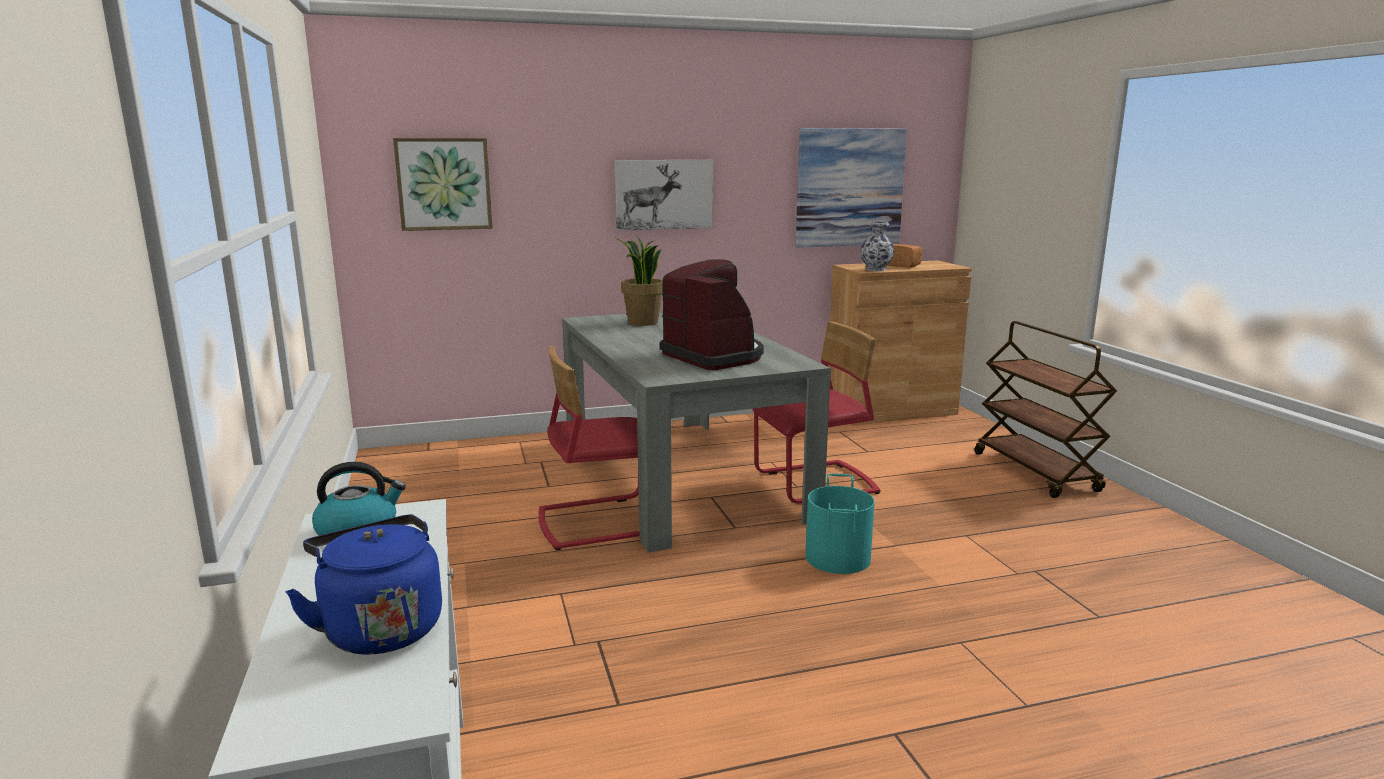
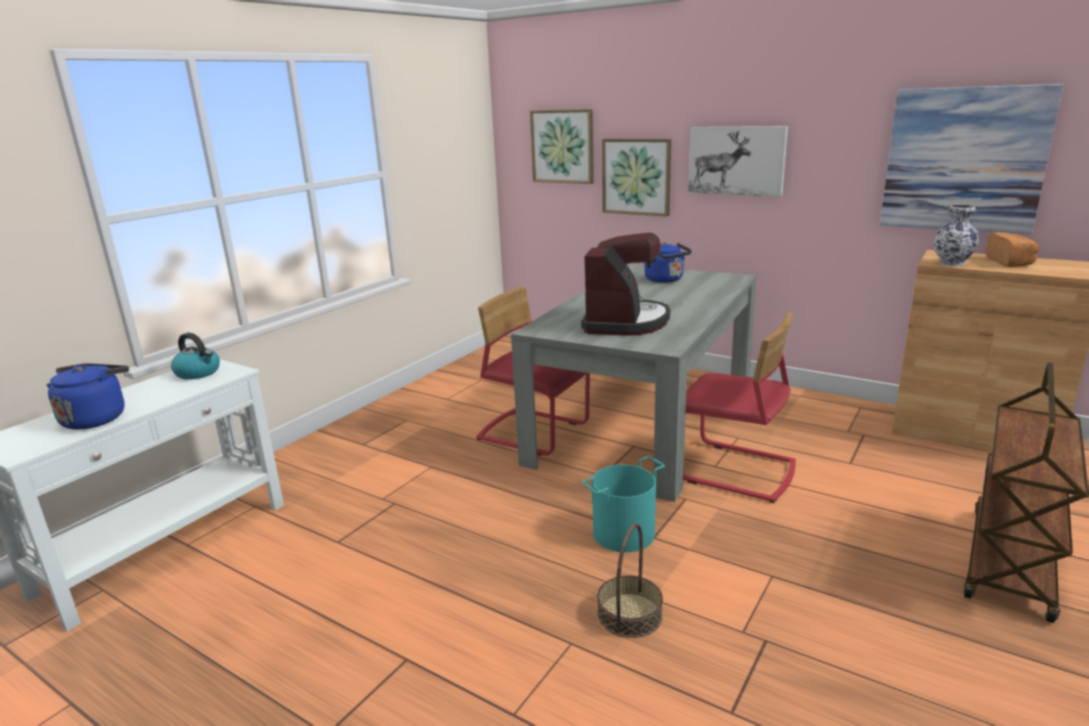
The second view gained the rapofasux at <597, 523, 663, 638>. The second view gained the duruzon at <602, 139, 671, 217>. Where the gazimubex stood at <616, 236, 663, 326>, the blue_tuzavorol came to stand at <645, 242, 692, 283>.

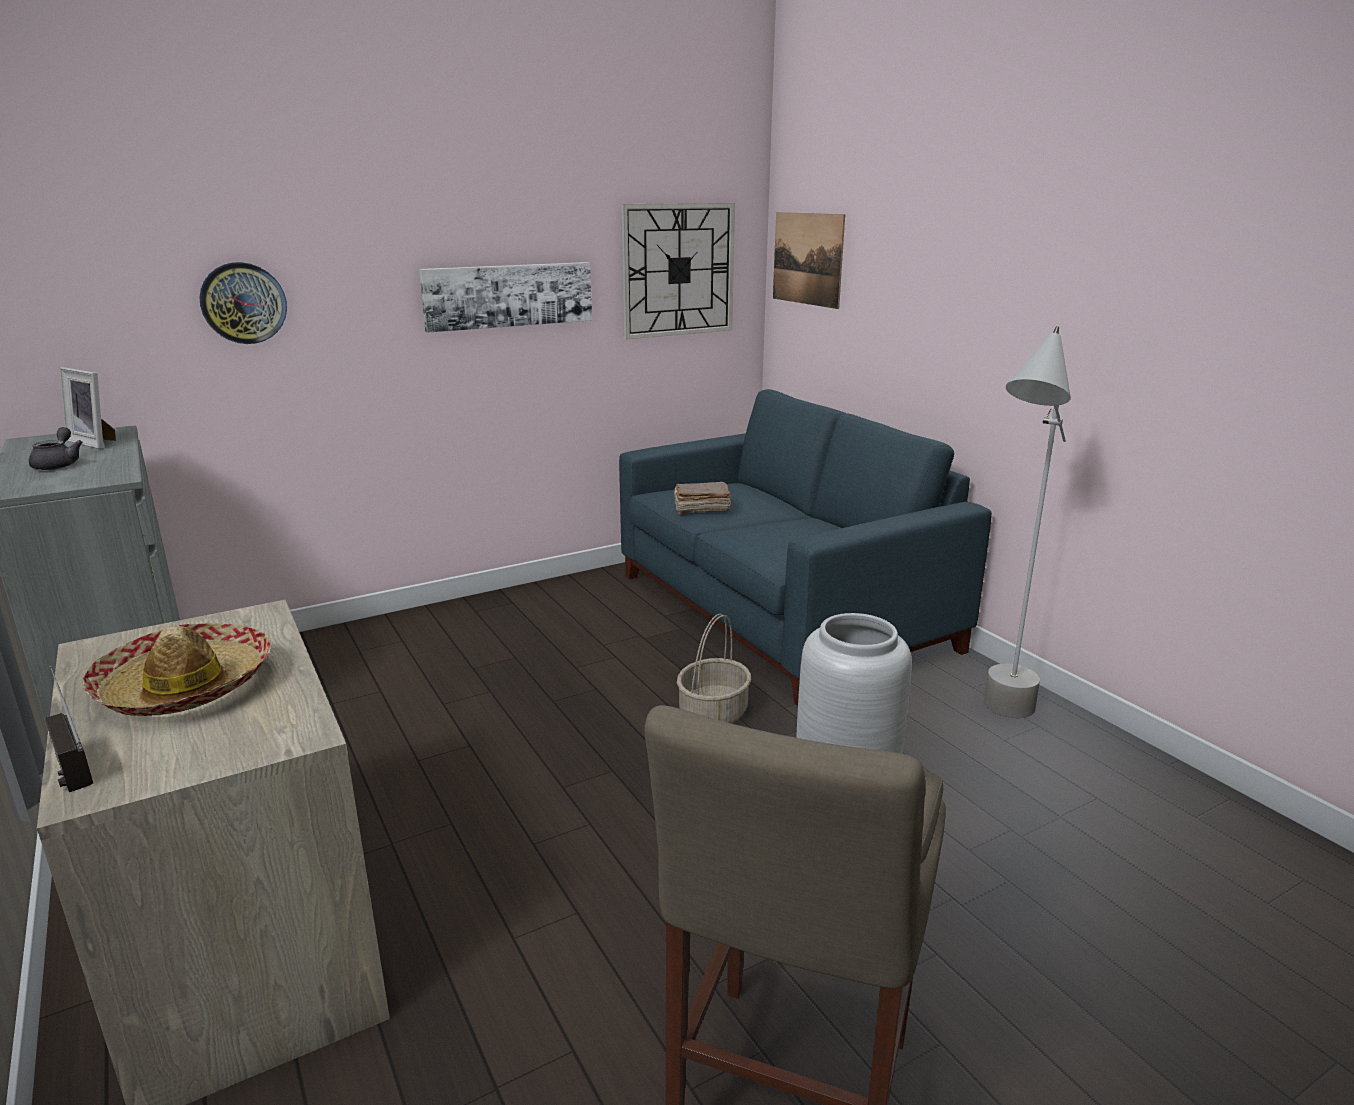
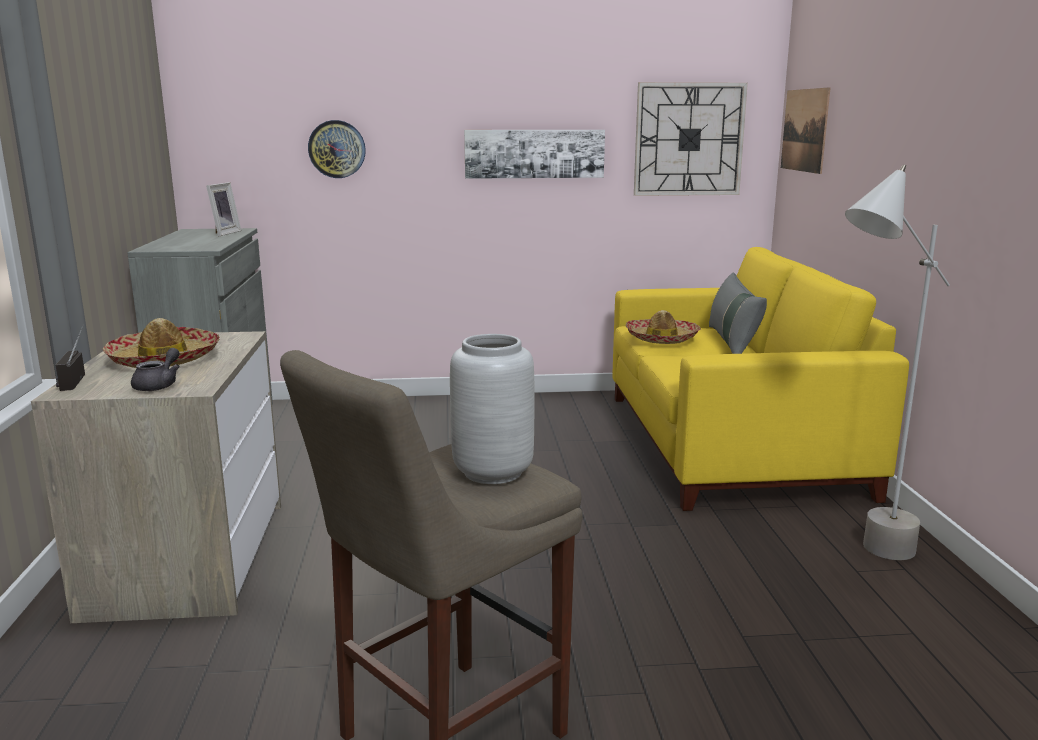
The second view lost the rapofasux at <677, 614, 751, 723>. The second view gained the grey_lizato at <709, 273, 767, 354>. The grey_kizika ended up elsewhere, having gone from <29, 427, 83, 470> to <131, 348, 180, 391>. Where the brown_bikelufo stood at <674, 482, 731, 514>, the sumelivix came to stand at <626, 310, 701, 344>. What was the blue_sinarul at <619, 389, 992, 706> turned into the yellow_sinarul at <612, 247, 909, 511>. The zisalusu at <59, 367, 116, 449> ended up facing another way, 135 degrees counterclockwise from before.

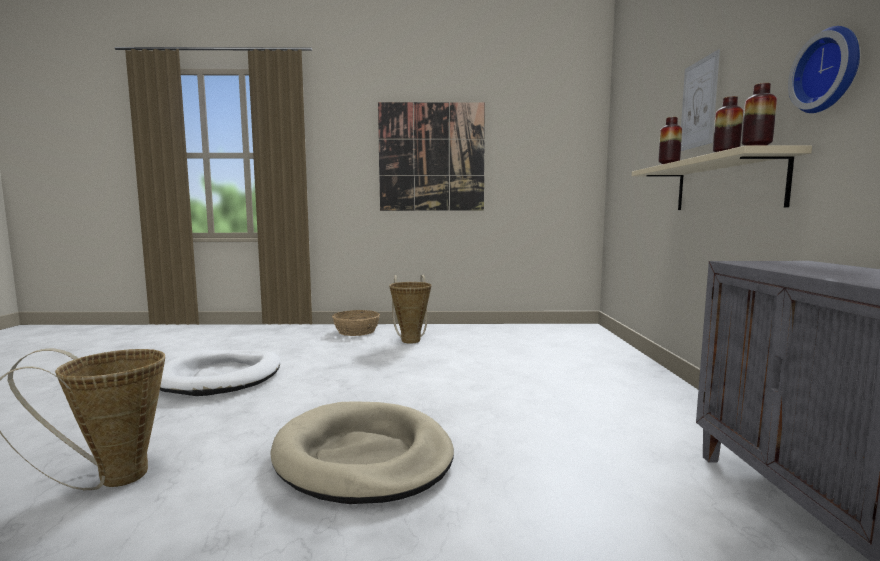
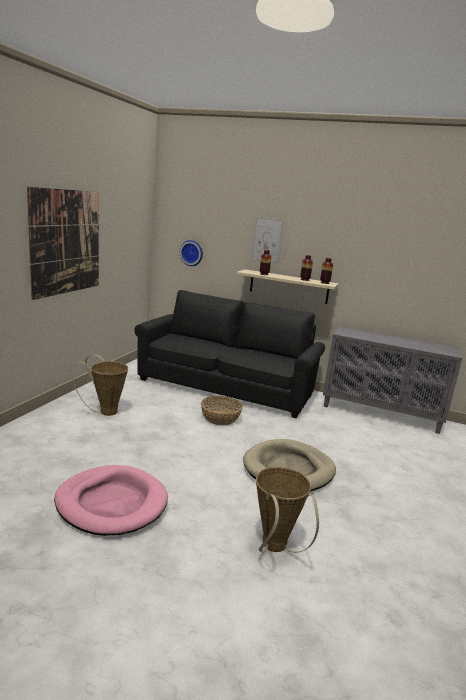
The second view gained the black_sinarul at <134, 290, 325, 418>. The rapofasux ended up elsewhere, having gone from <332, 310, 380, 336> to <201, 396, 243, 425>. The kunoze ended up elsewhere, having gone from <788, 26, 860, 113> to <180, 240, 203, 266>. What was the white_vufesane at <160, 350, 280, 396> turned into the pink_vufesane at <54, 465, 168, 536>.

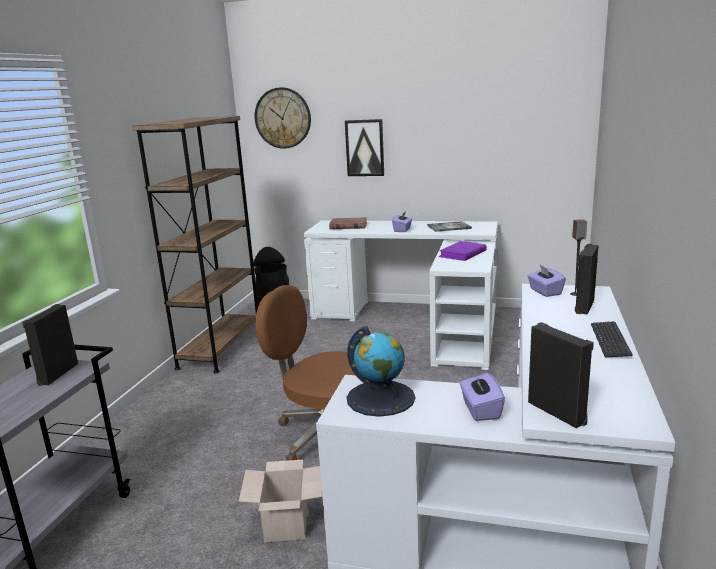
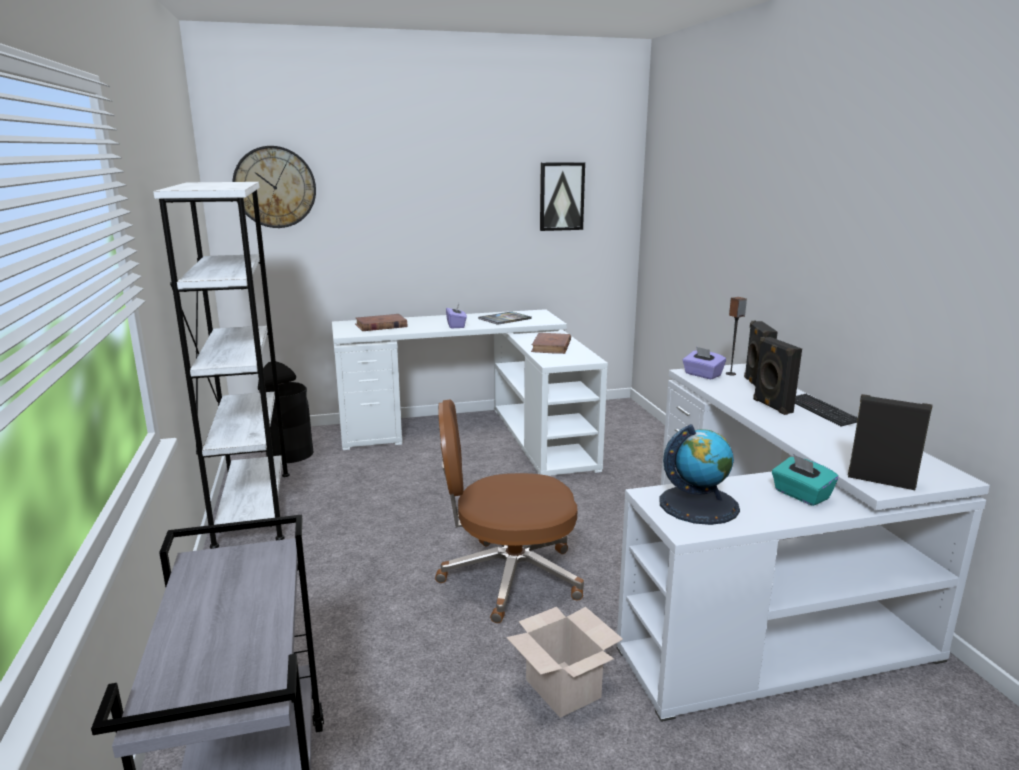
The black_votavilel ended up elsewhere, having gone from <22, 304, 78, 386> to <753, 337, 802, 415>. The duruzon ended up elsewhere, having gone from <345, 119, 384, 176> to <540, 162, 585, 231>. What was the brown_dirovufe at <132, 116, 258, 373> turned into the white_dirovufe at <153, 182, 290, 549>. What was the purple_bikelufo at <439, 241, 487, 261> turned into the brown_bikelufo at <531, 333, 571, 354>. What was the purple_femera at <460, 371, 505, 421> turned into the turquoise_femera at <772, 454, 839, 506>.

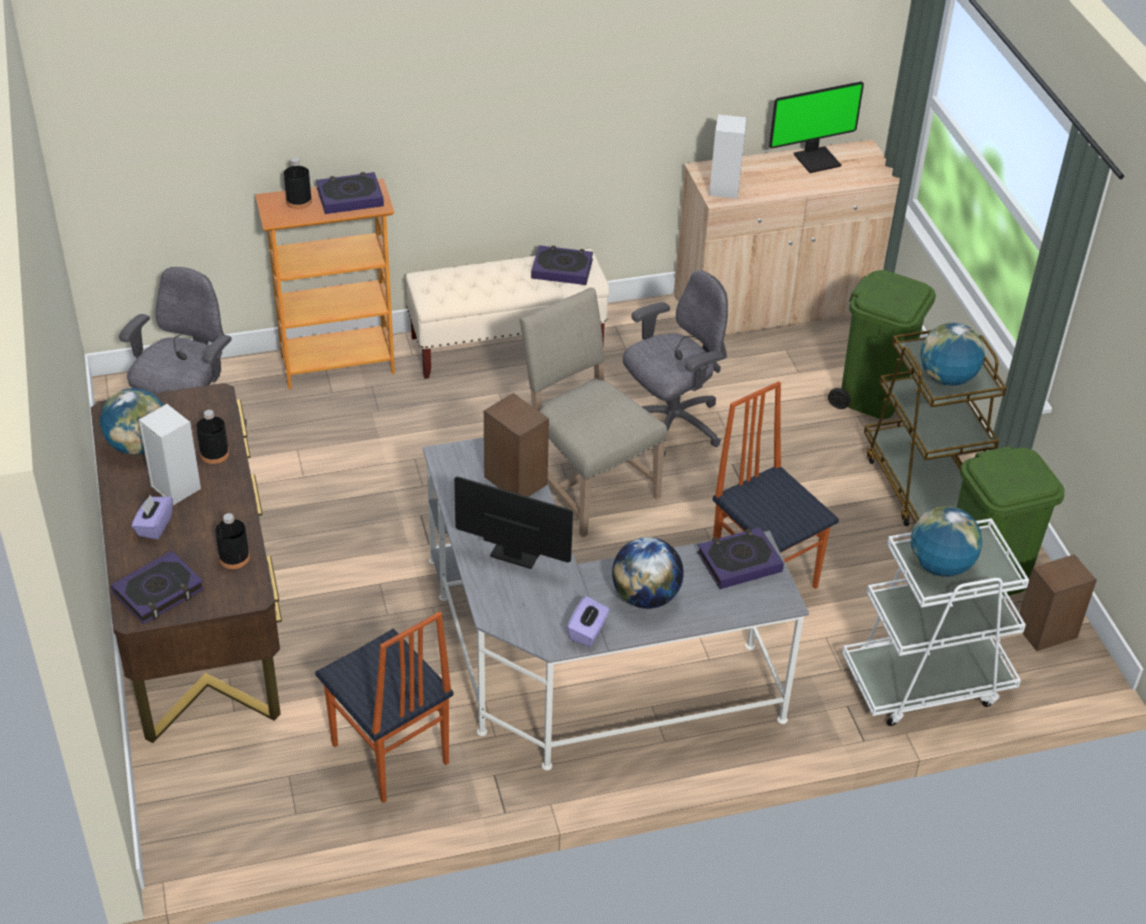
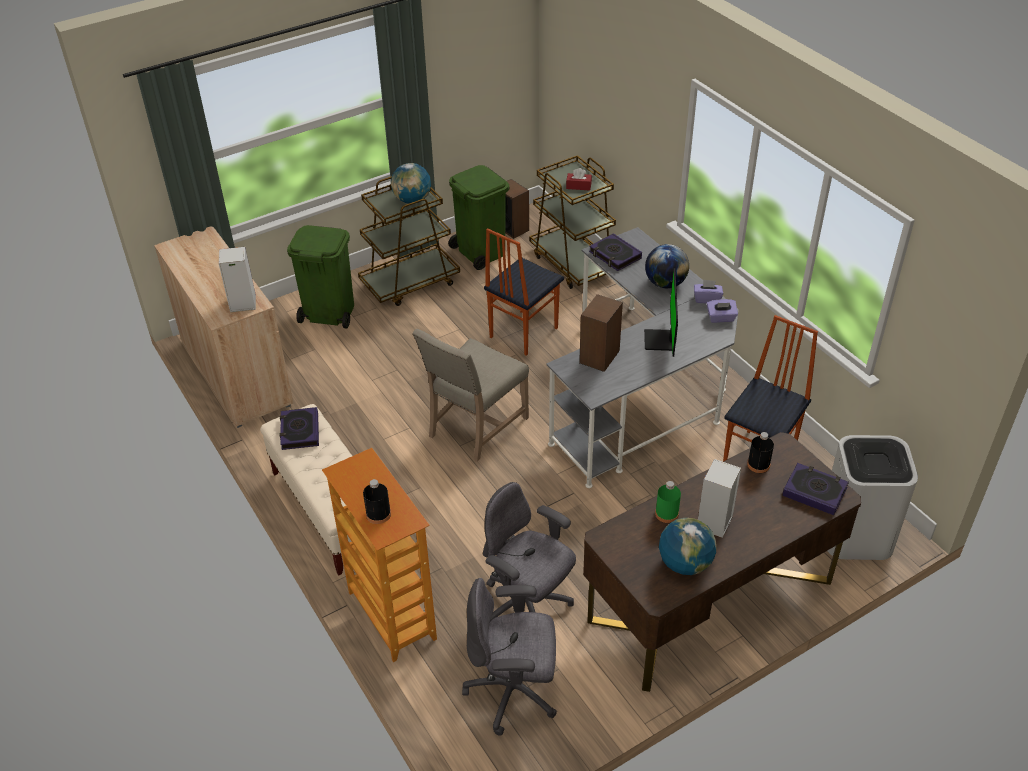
The second view lost the bikelufo at <316, 172, 384, 214>. The second view lost the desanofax at <769, 81, 864, 173>. The second view gained the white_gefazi at <827, 435, 918, 560>. The purple_femera ended up elsewhere, having gone from <131, 495, 173, 539> to <707, 299, 738, 323>. The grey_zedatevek ended up elsewhere, having gone from <623, 270, 728, 456> to <483, 482, 576, 621>. Where the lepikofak stood at <910, 506, 982, 577>, the red_femera came to stand at <566, 168, 592, 190>. What was the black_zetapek at <196, 410, 229, 464> turned into the green_zetapek at <655, 481, 681, 523>. What was the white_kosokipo at <842, 518, 1029, 726> turned into the brown_kosokipo at <529, 155, 616, 289>.

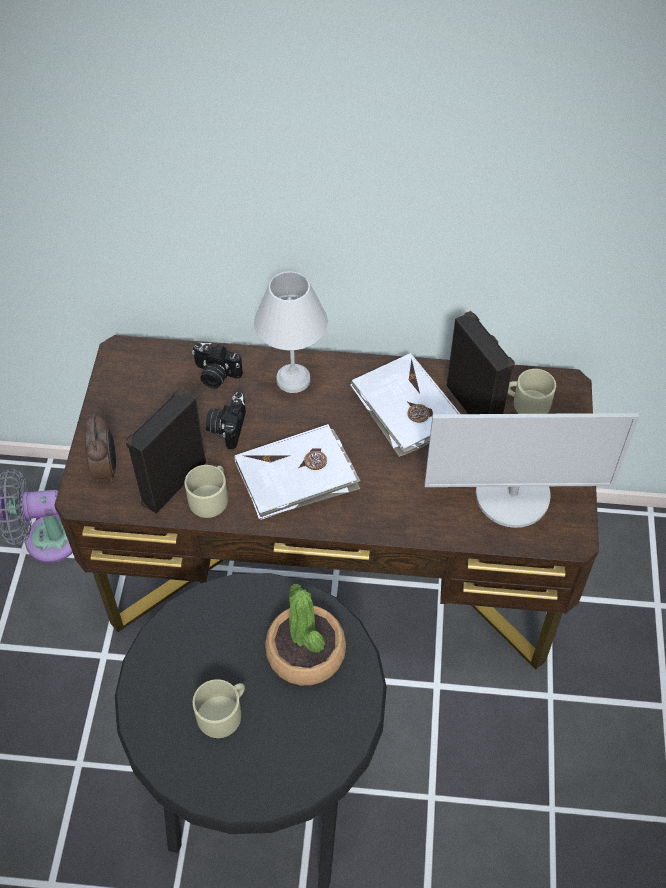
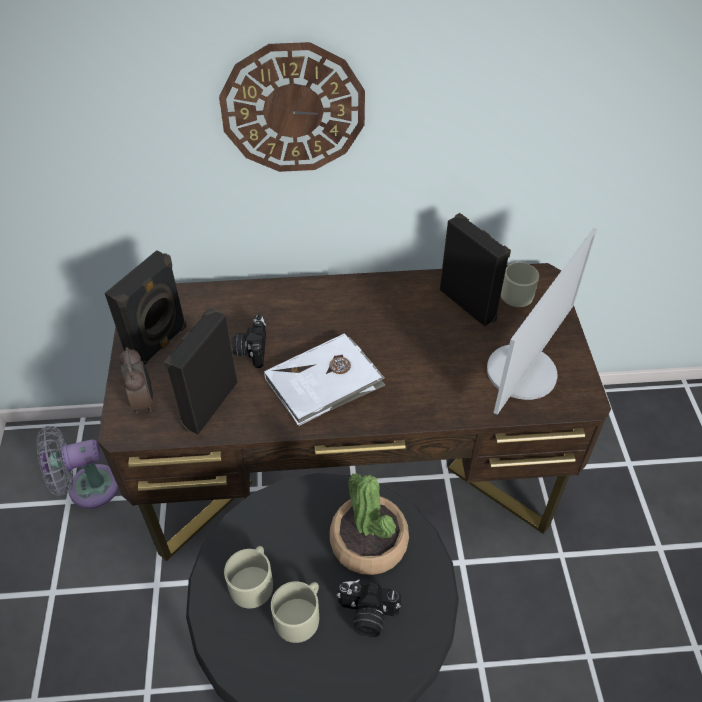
The second view lost the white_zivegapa at <254, 271, 328, 393>. The second view lost the white_bikelufo at <350, 353, 460, 457>. The second view gained the black_votavilel at <105, 250, 187, 365>. The second view gained the kunoze at <219, 42, 365, 172>. The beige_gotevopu ended up elsewhere, having gone from <185, 465, 228, 518> to <224, 546, 273, 608>. The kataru ended up elsewhere, having gone from <192, 343, 243, 389> to <336, 580, 401, 637>. The desanofax at <424, 413, 639, 528> ended up facing another way, 45 degrees counterclockwise from before.

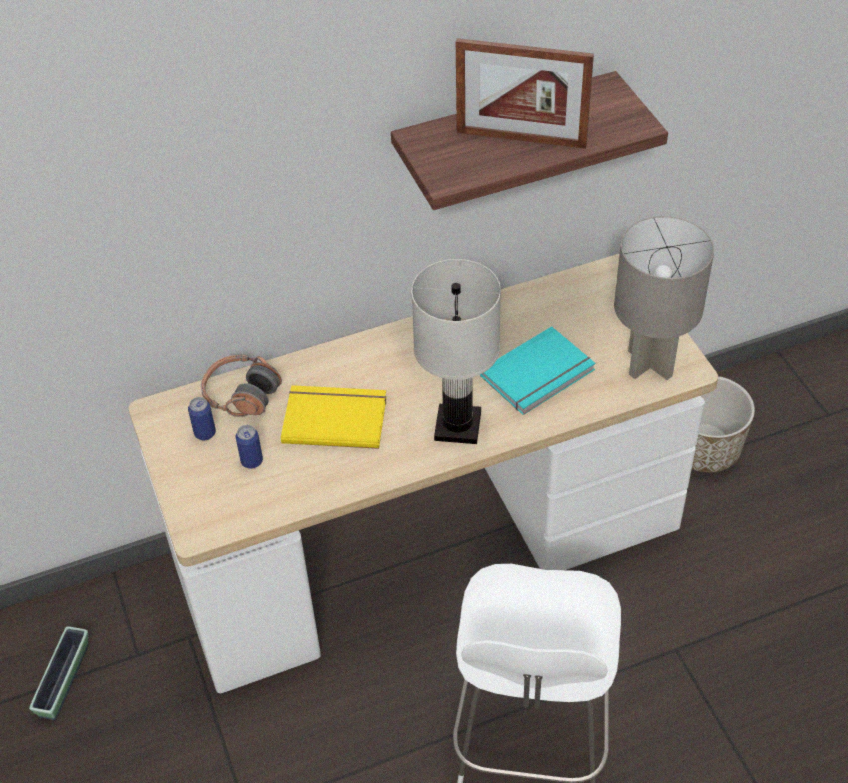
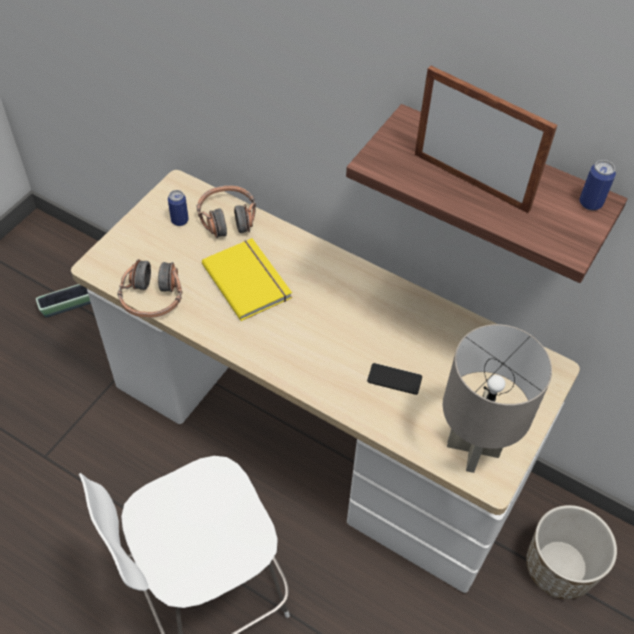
The second view lost the white_zivegapa at <411, 259, 501, 444>. The second view gained the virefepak at <118, 259, 182, 318>. The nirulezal ended up elsewhere, having gone from <236, 425, 263, 469> to <580, 160, 616, 210>. Where the turquoise_bikelufo stood at <480, 326, 596, 415>, the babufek came to stand at <367, 363, 422, 395>. The zisalusu at <456, 38, 594, 149> ended up facing another way, 150 degrees clockwise from before.

